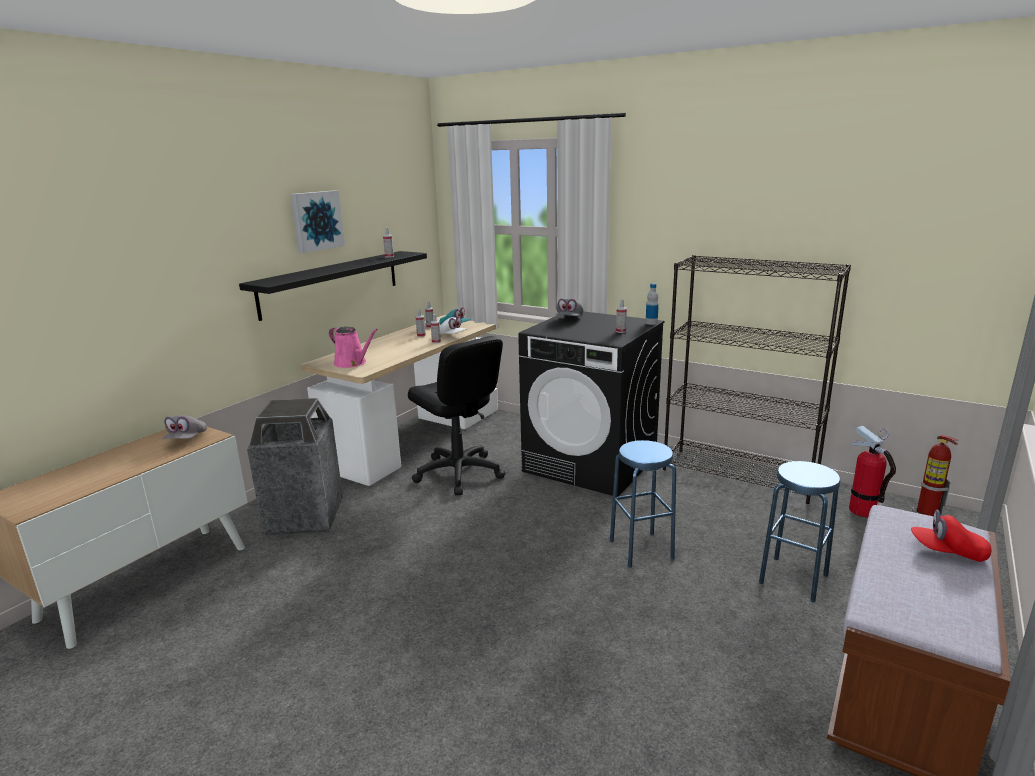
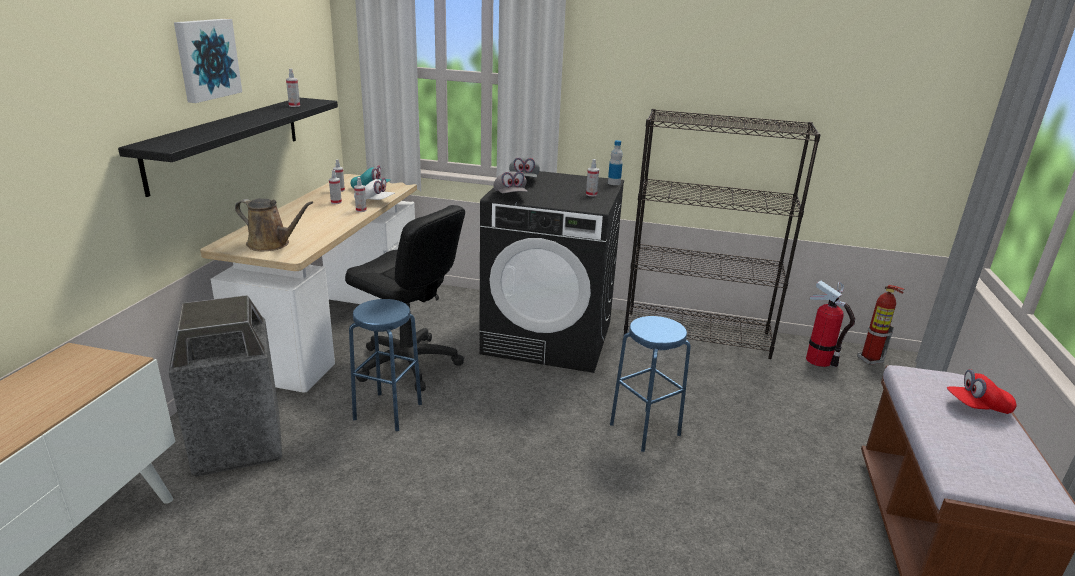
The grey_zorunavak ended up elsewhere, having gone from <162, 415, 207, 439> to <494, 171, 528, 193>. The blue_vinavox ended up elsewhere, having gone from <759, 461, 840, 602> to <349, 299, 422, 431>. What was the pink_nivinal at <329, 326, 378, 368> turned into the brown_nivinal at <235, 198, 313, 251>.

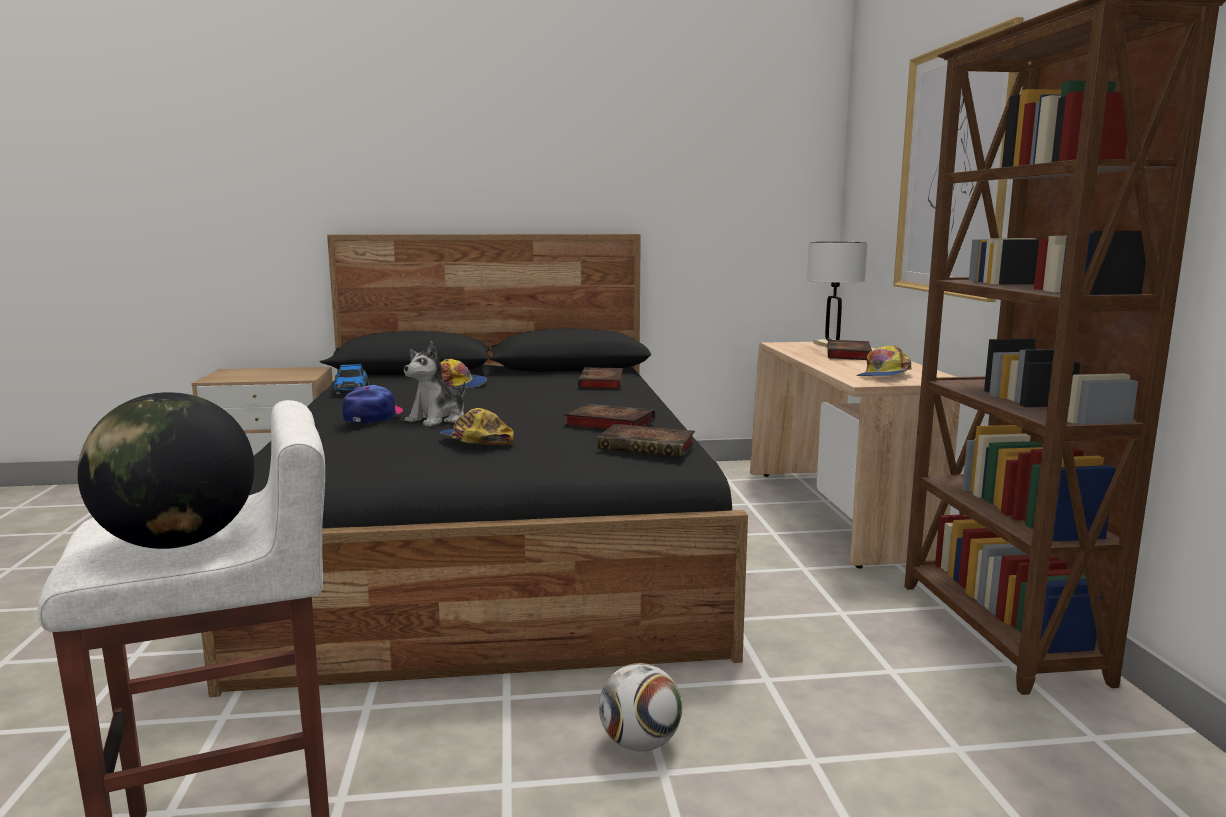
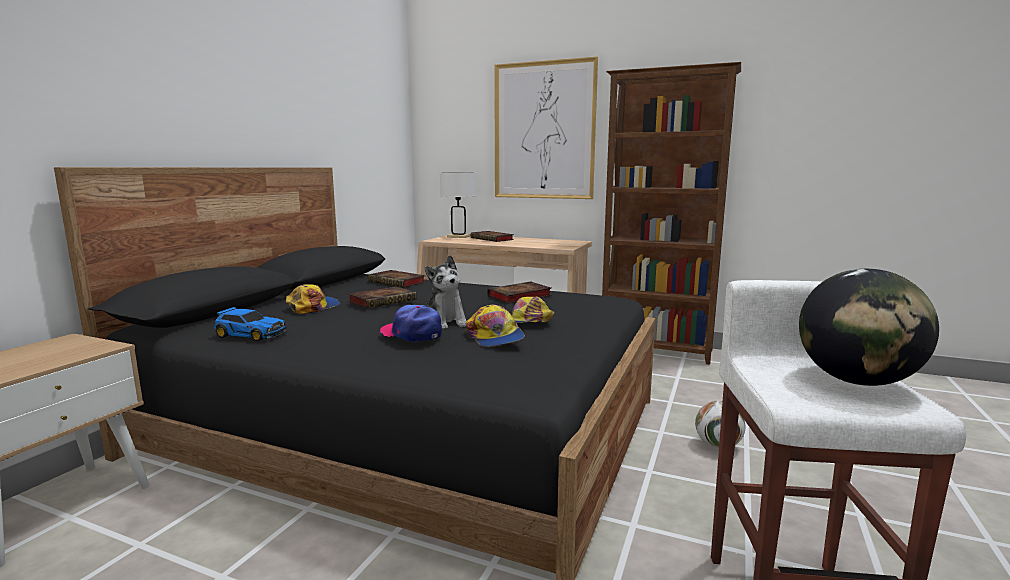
The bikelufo ended up elsewhere, having gone from <597, 424, 695, 457> to <348, 286, 417, 308>. The zorunavak ended up elsewhere, having gone from <856, 345, 912, 376> to <466, 305, 525, 347>.

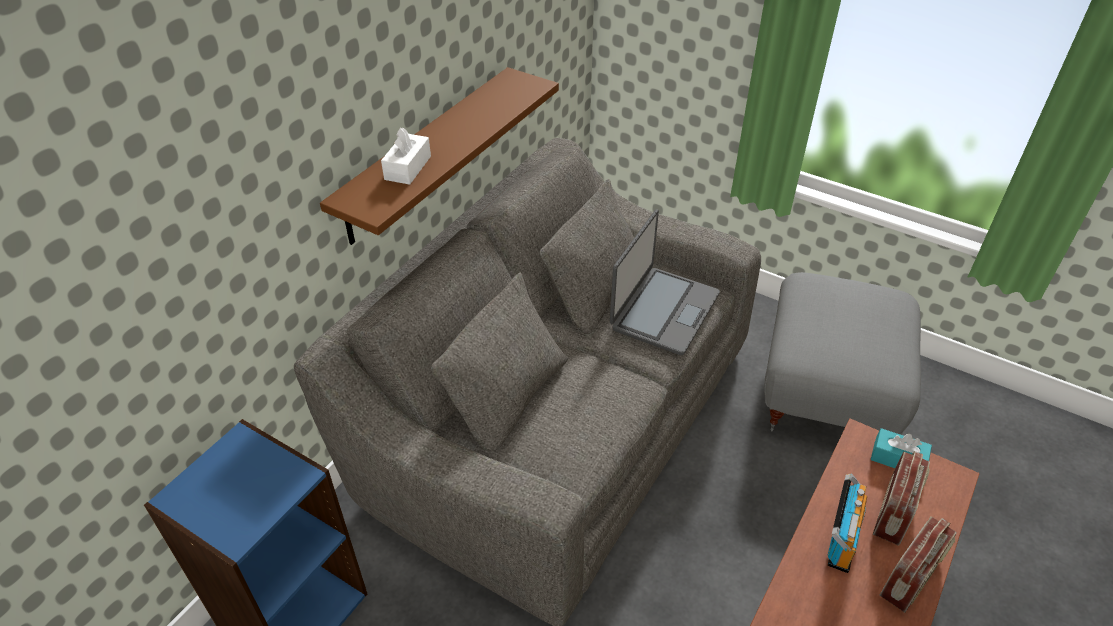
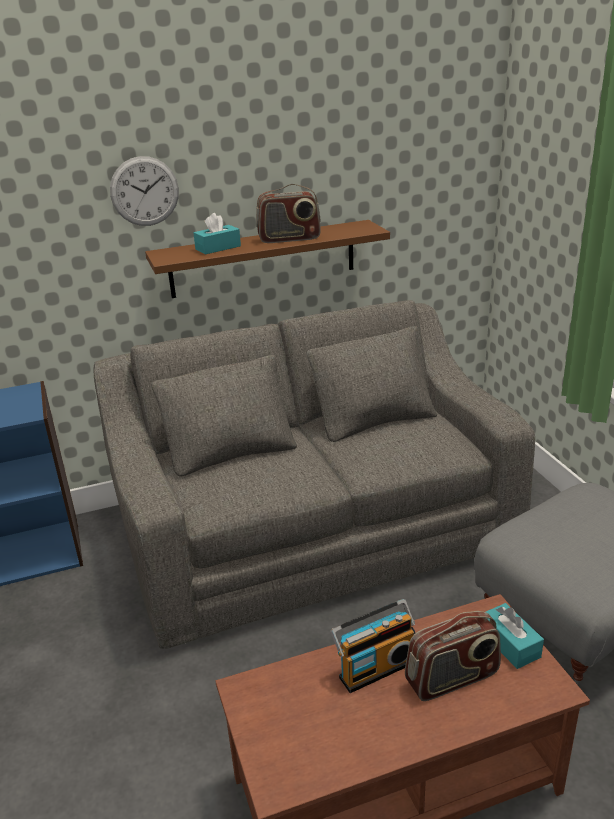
The second view lost the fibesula at <610, 209, 720, 355>. The second view gained the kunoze at <110, 156, 179, 226>. The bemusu ended up elsewhere, having gone from <879, 516, 957, 613> to <256, 184, 321, 243>. What was the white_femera at <381, 128, 431, 185> turned into the turquoise_femera at <194, 213, 241, 254>.

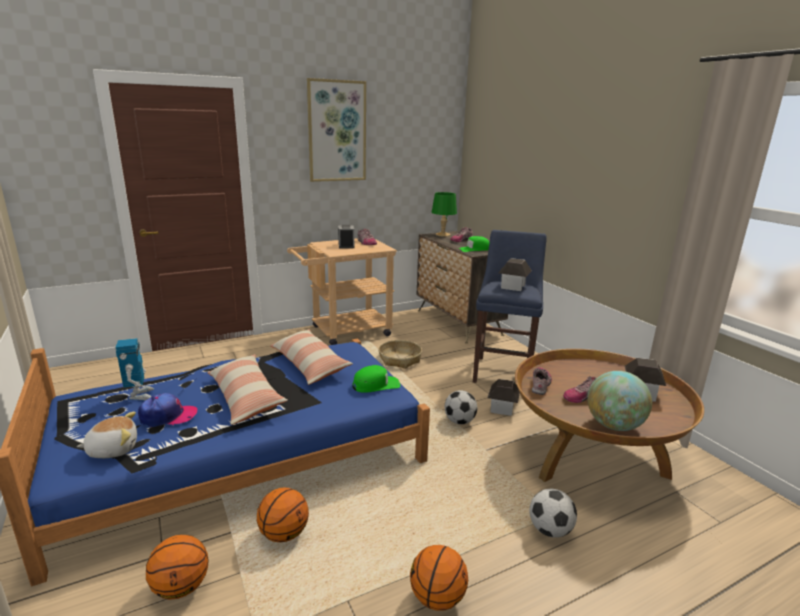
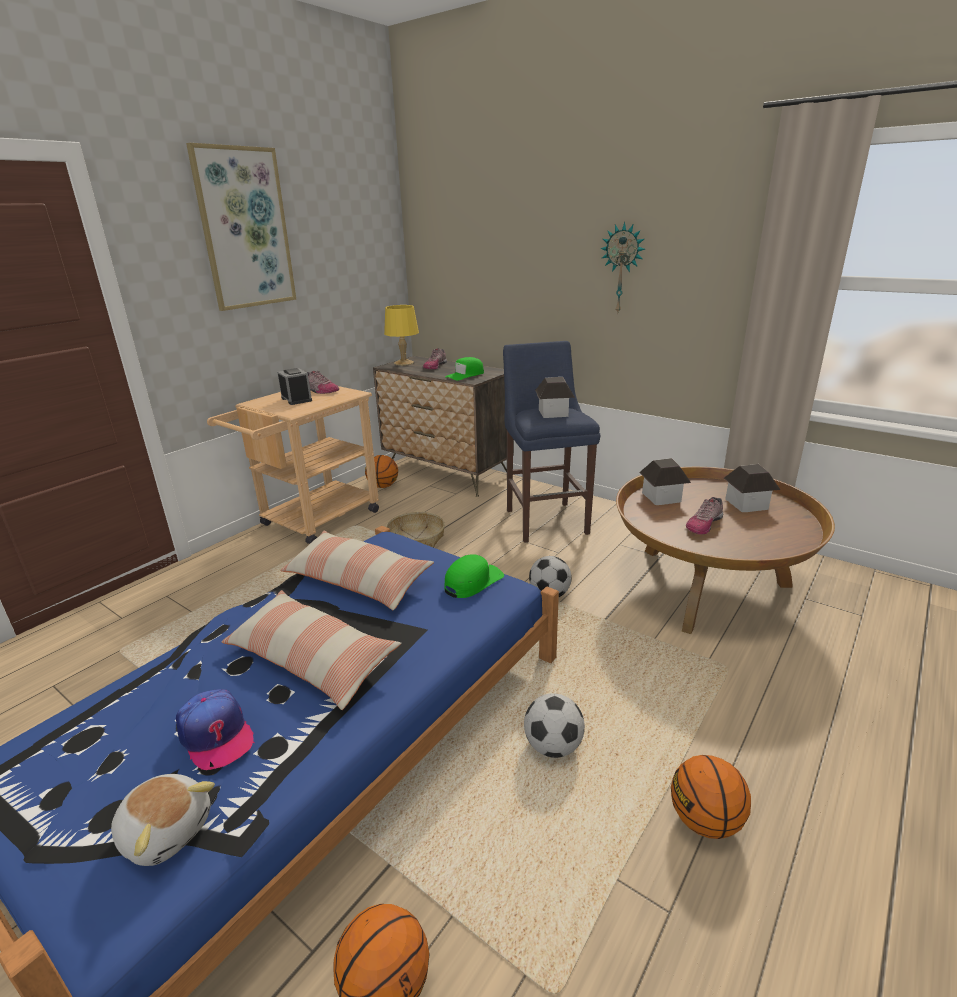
The second view lost the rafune at <115, 338, 154, 400>. The second view lost the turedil at <532, 367, 552, 395>. The second view lost the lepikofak at <587, 371, 652, 431>. The second view gained the kunoze at <600, 222, 645, 312>. The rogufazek ended up elsewhere, having gone from <257, 487, 309, 542> to <365, 455, 398, 488>. The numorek ended up elsewhere, having gone from <487, 379, 520, 416> to <639, 458, 691, 505>. The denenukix ended up elsewhere, having gone from <530, 489, 577, 538> to <524, 693, 585, 758>. What was the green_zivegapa at <432, 192, 457, 237> turned into the yellow_zivegapa at <384, 305, 419, 366>. The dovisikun at <77, 411, 137, 458> ended up facing another way, 75 degrees clockwise from before. The zorunavak at <138, 393, 197, 427> ended up facing another way, 90 degrees clockwise from before.

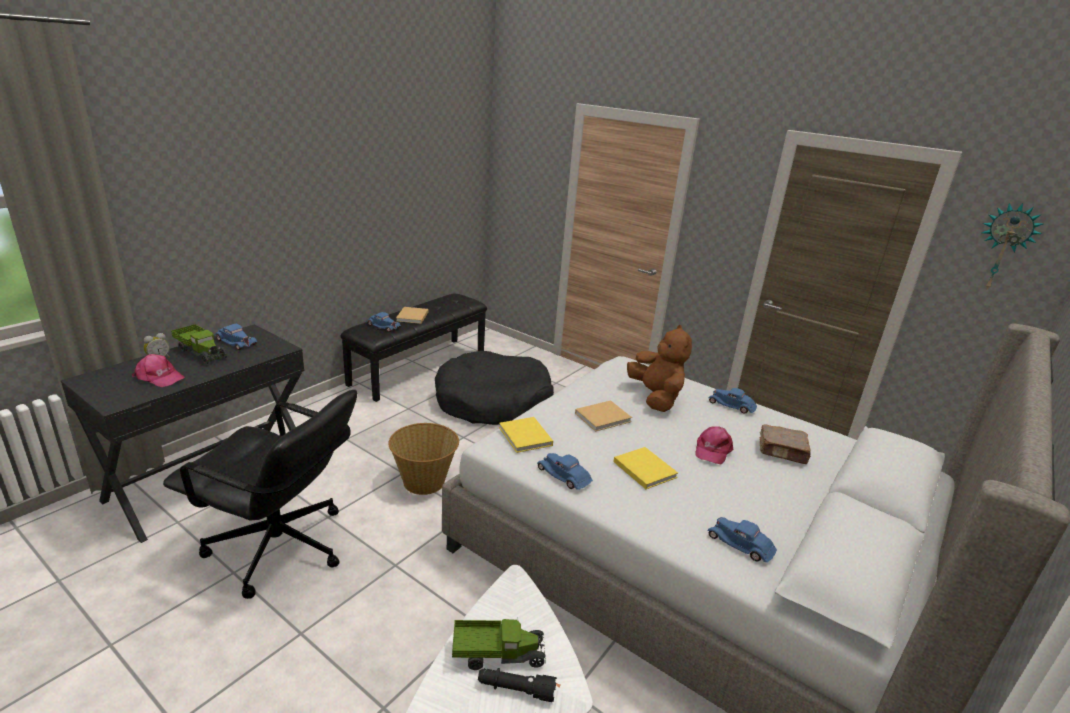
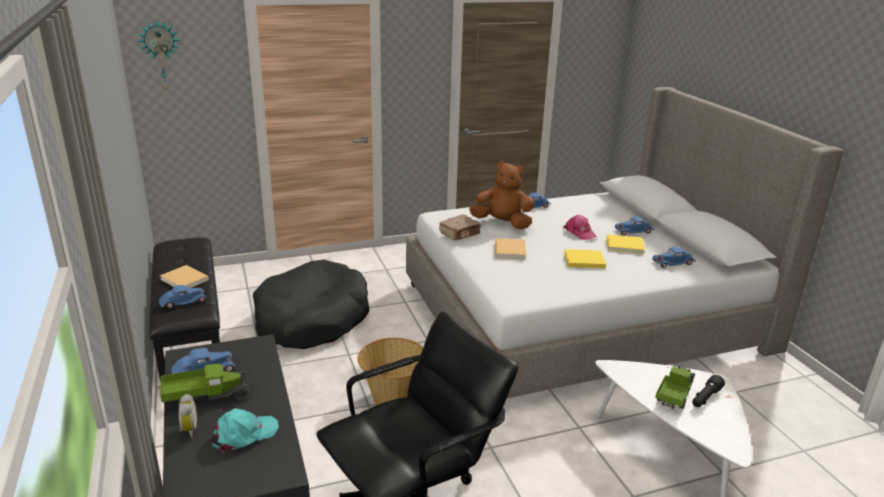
The yellow_bikelufo ended up elsewhere, having gone from <499, 417, 553, 453> to <606, 234, 645, 254>. The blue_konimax ended up elsewhere, having gone from <537, 453, 593, 490> to <614, 216, 654, 235>. The brown_bikelufo ended up elsewhere, having gone from <760, 424, 811, 464> to <439, 215, 481, 240>. The kunoze ended up elsewhere, having gone from <982, 203, 1044, 291> to <138, 20, 180, 92>. What was the pink_zorunavak at <132, 354, 185, 387> turned into the turquoise_zorunavak at <212, 408, 279, 454>.

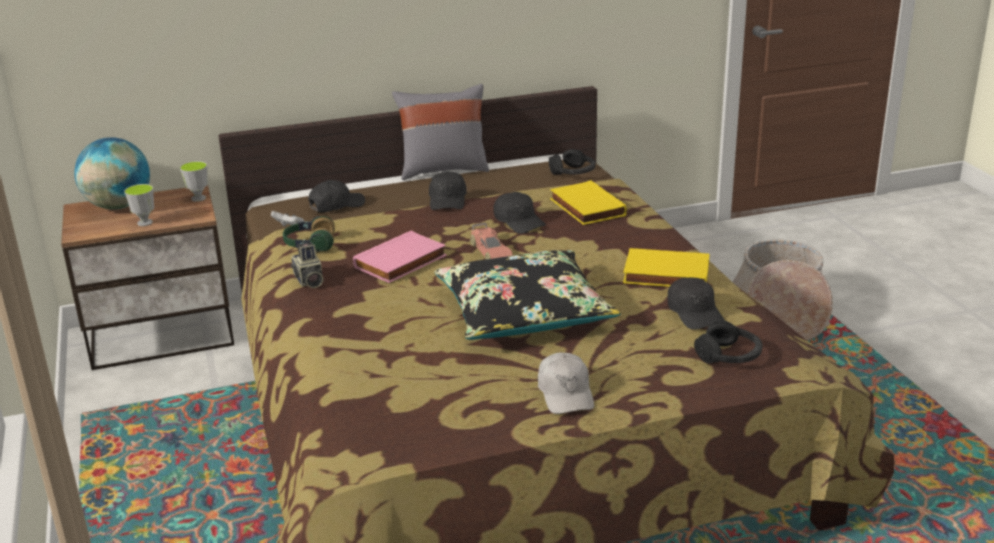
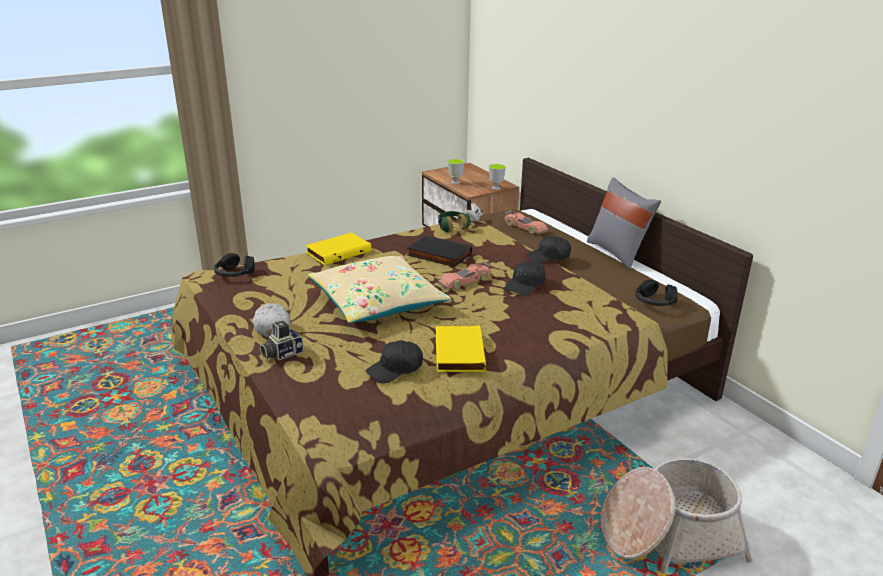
The second view lost the lepikofak at <74, 137, 150, 210>. The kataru ended up elsewhere, having gone from <291, 242, 323, 288> to <260, 321, 303, 360>. The yellow_bikelufo ended up elsewhere, having gone from <550, 180, 627, 225> to <306, 232, 371, 265>. The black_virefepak ended up elsewhere, having gone from <694, 321, 763, 364> to <214, 253, 255, 277>. Where the black_zorunavak stood at <308, 180, 365, 212>, the konimax came to stand at <505, 210, 548, 234>. What was the pink_bikelufo at <353, 230, 447, 283> turned into the black_bikelufo at <407, 235, 472, 267>. What was the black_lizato at <434, 250, 621, 340> turned into the beige_lizato at <308, 256, 451, 323>. The white_zorunavak at <538, 352, 594, 414> ended up facing another way, 90 degrees clockwise from before.

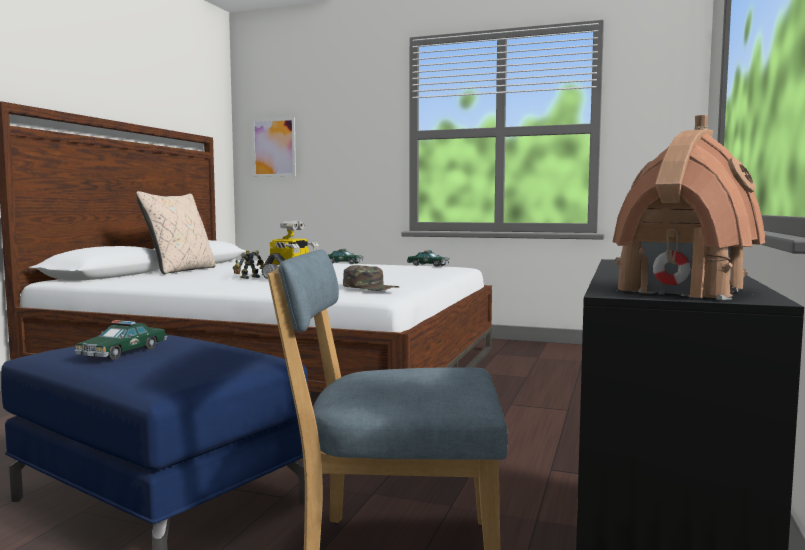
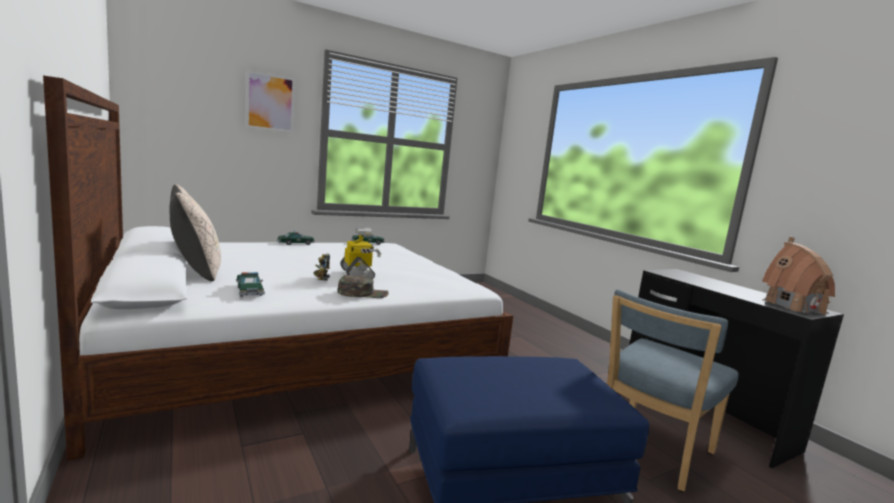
The konimax ended up elsewhere, having gone from <75, 320, 167, 360> to <236, 272, 265, 297>. The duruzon ended up elsewhere, having gone from <252, 117, 296, 177> to <246, 70, 295, 133>. The green_zorunavak ended up elsewhere, having gone from <343, 265, 399, 291> to <338, 275, 389, 298>.

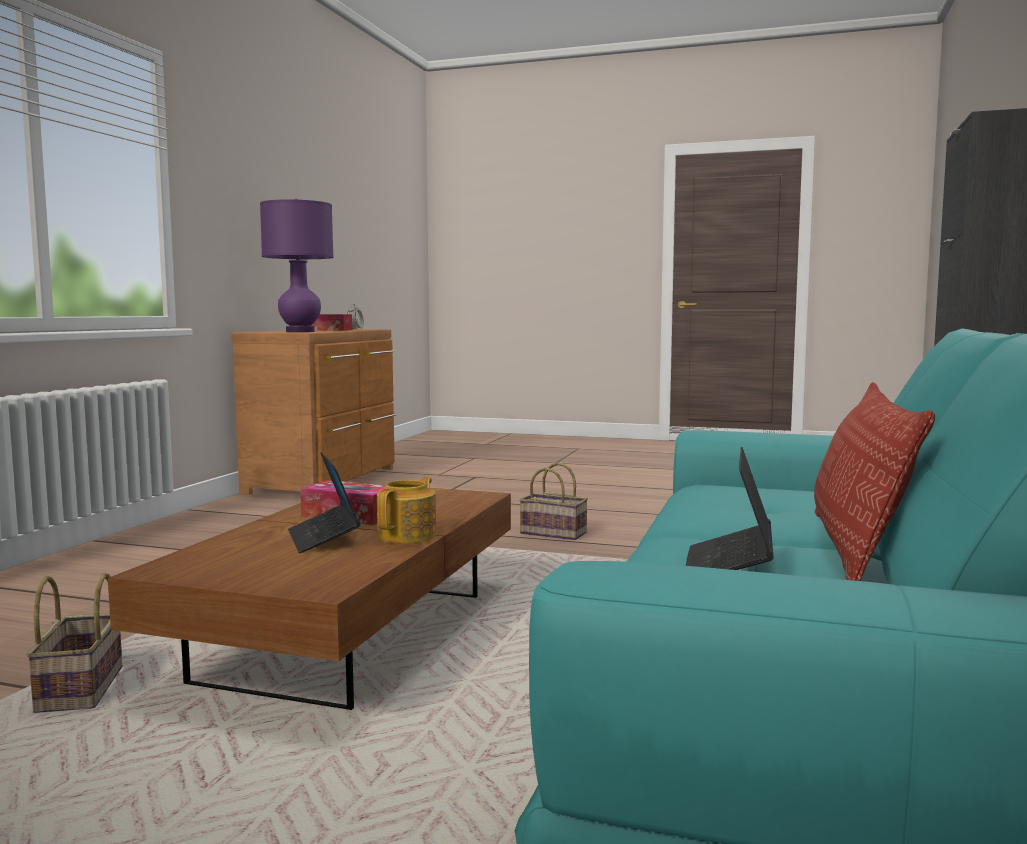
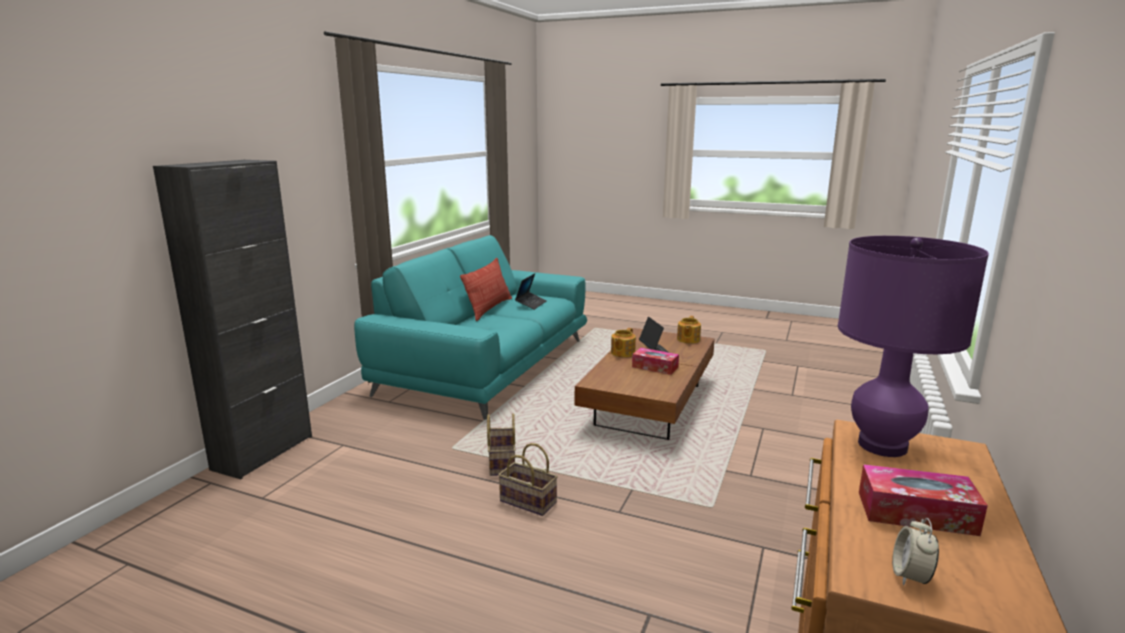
The second view gained the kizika at <677, 316, 701, 343>. The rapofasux ended up elsewhere, having gone from <26, 573, 123, 713> to <487, 414, 516, 476>.

